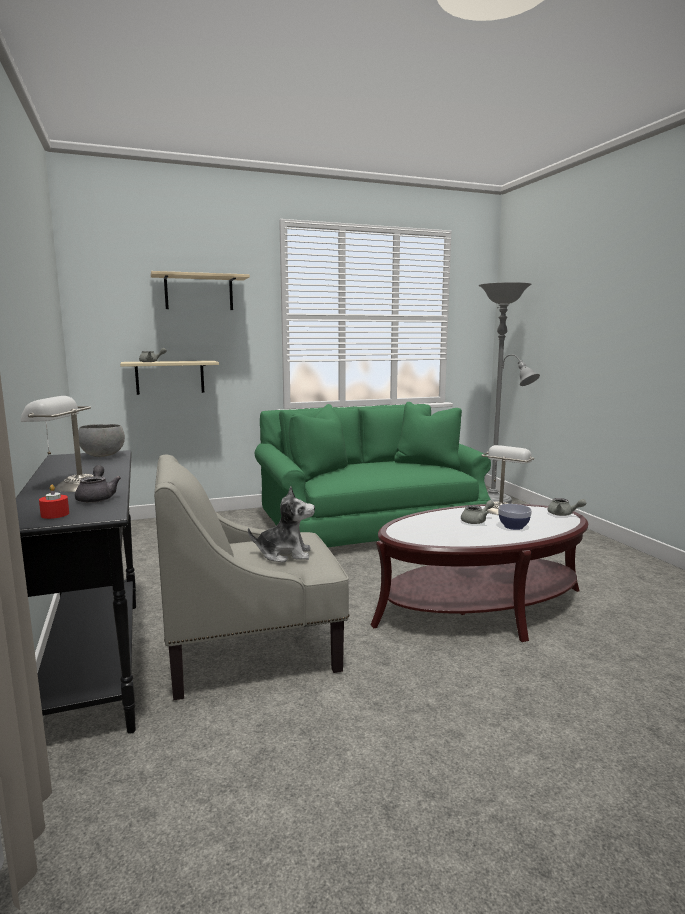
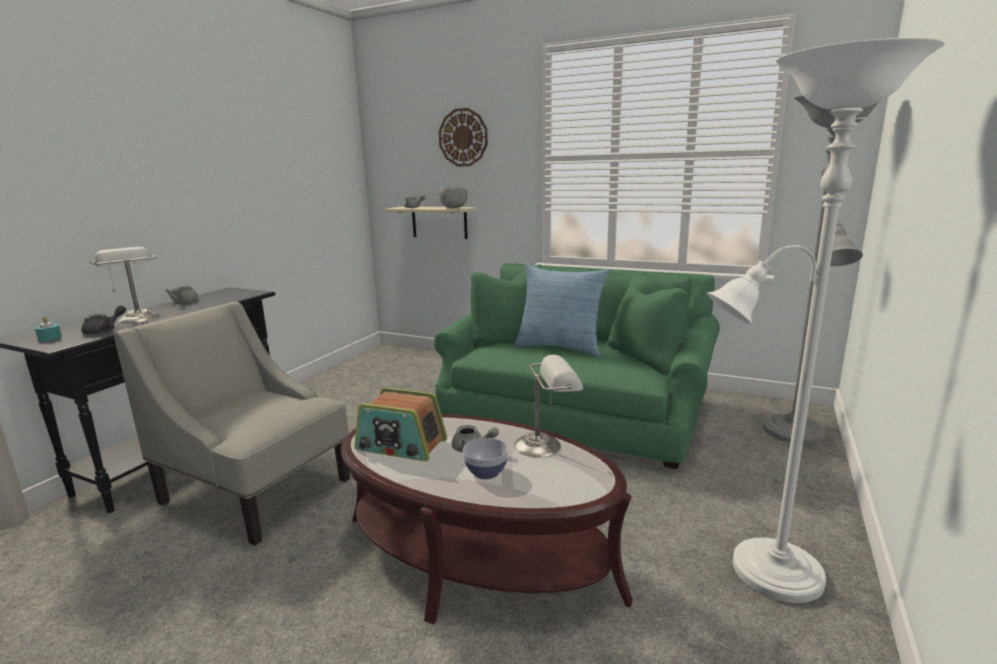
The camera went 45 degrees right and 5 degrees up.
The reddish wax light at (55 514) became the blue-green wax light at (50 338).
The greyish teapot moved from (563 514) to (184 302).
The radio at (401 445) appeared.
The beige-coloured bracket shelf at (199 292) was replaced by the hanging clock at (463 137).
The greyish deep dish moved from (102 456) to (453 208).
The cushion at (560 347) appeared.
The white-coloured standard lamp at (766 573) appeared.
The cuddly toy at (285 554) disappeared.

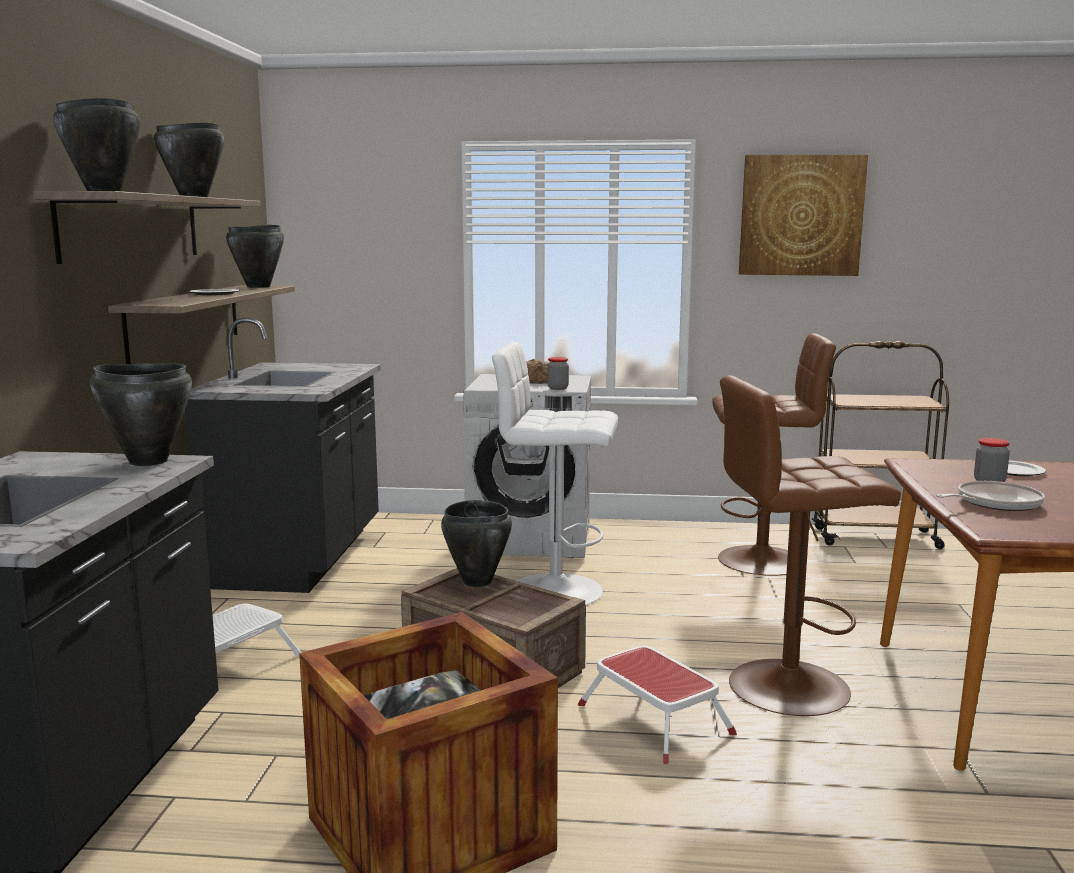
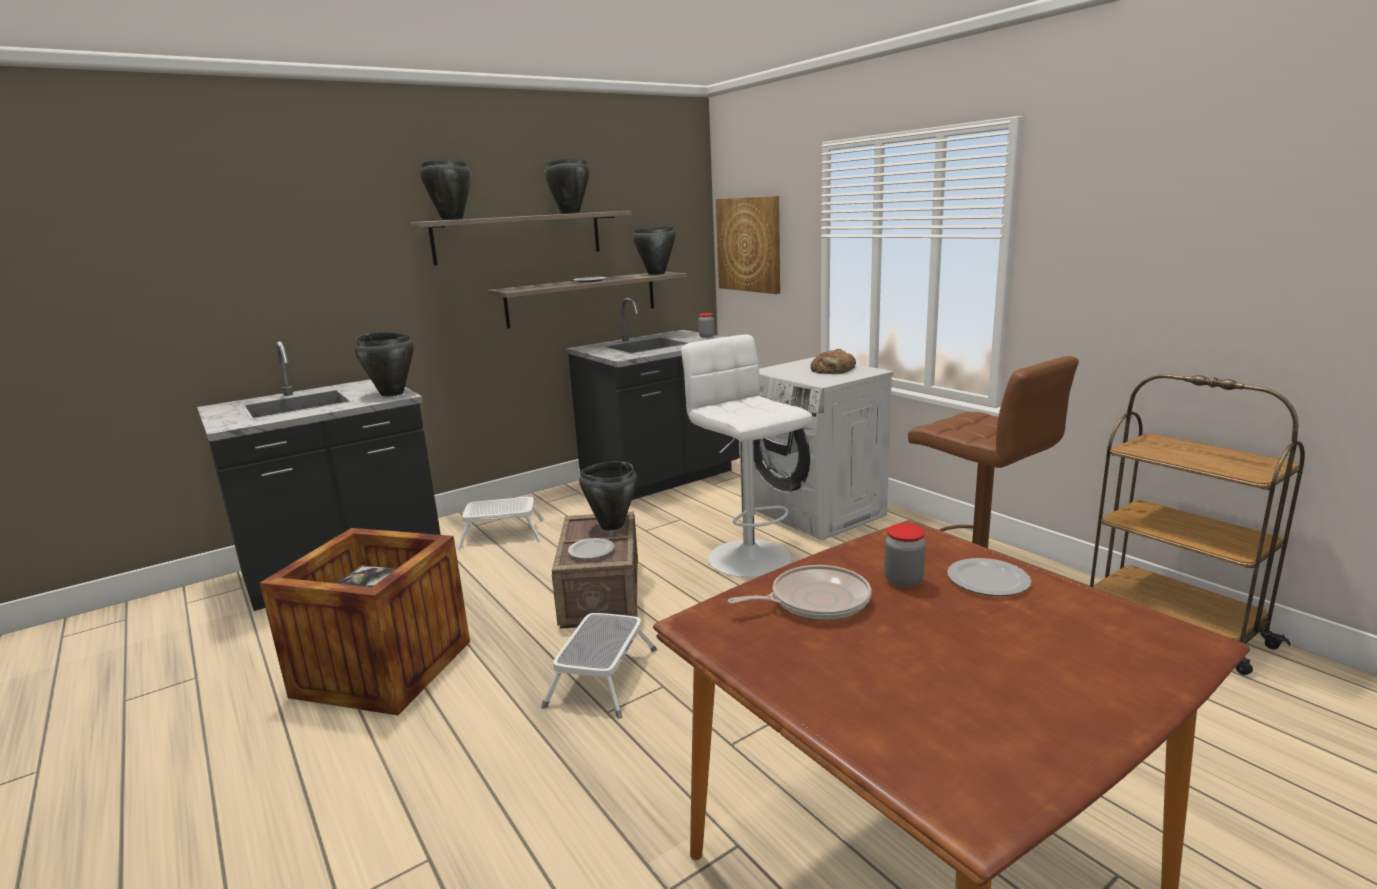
The camera went 50 degrees right and 5 degrees up.
The reddish step stool at (655 718) became the greyish step stool at (603 677).
The plate at (592 550) appeared.
The storage jar moved from (557 388) to (706 336).
The wall art moved from (801 215) to (749 244).
The frying pan at (994 503) turned 45 degrees counterclockwise.
The brown-coloured sitting stool at (787 686) disappeared.

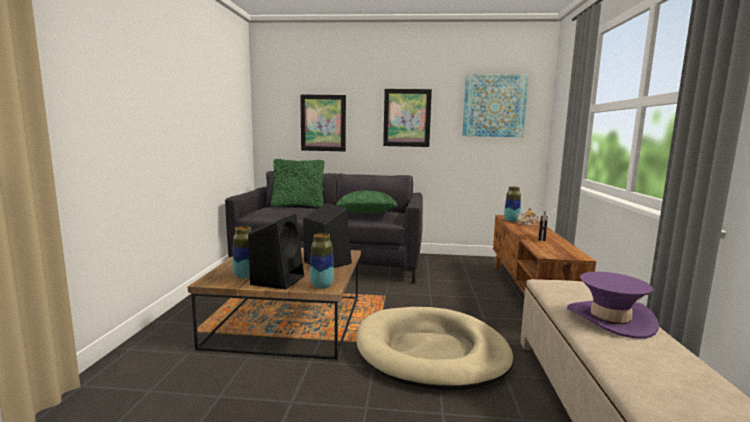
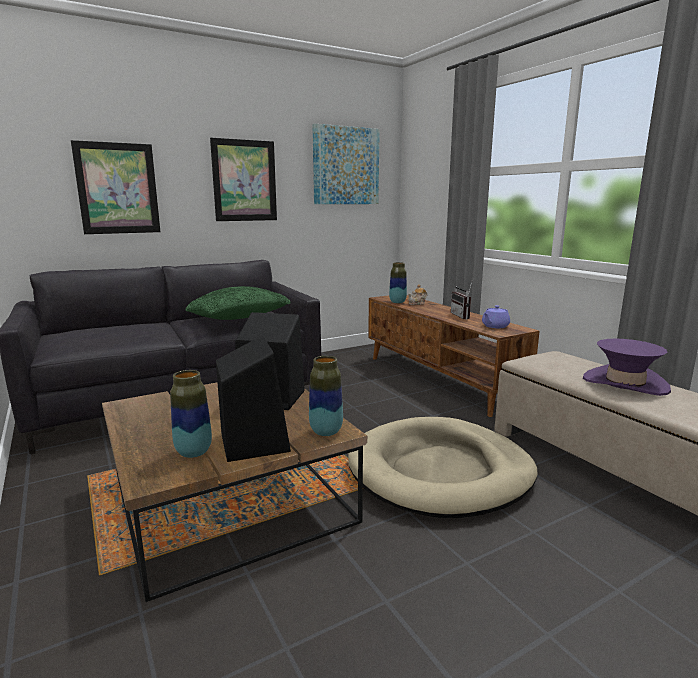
The camera went 35 degrees left and 5 degrees up.
The purplish teapot at (494 326) appeared.
The greenish cushion at (298 205) disappeared.

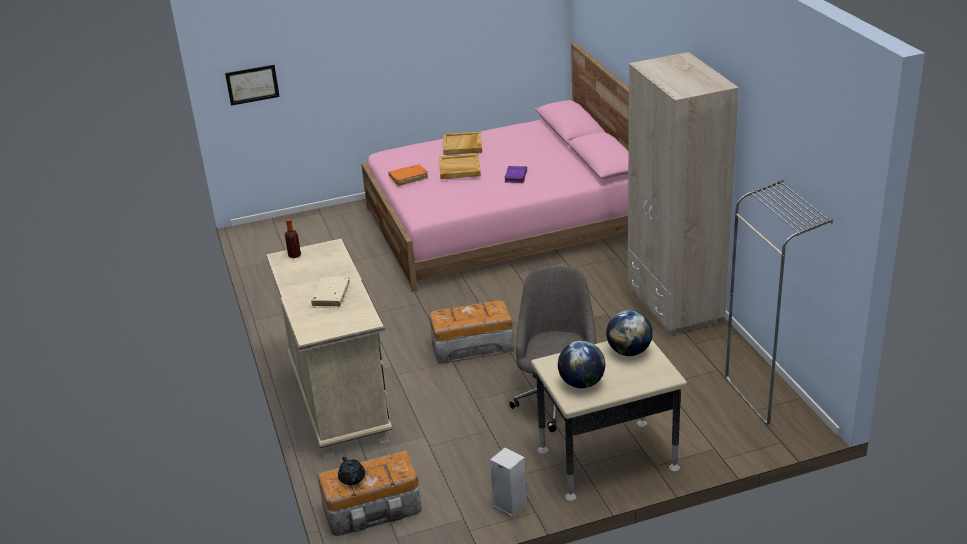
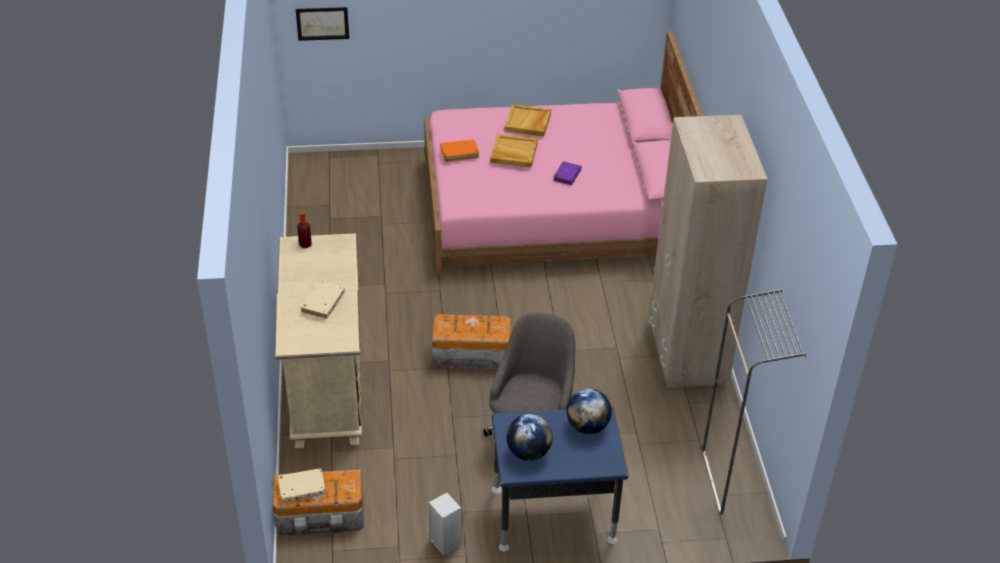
The camera went 10 degrees right and 10 degrees up.
The black teapot at (352 479) was replaced by the beige-coloured book at (302 489).
The beige-coloured desk table at (607 459) became the blue-coloured desk table at (553 515).

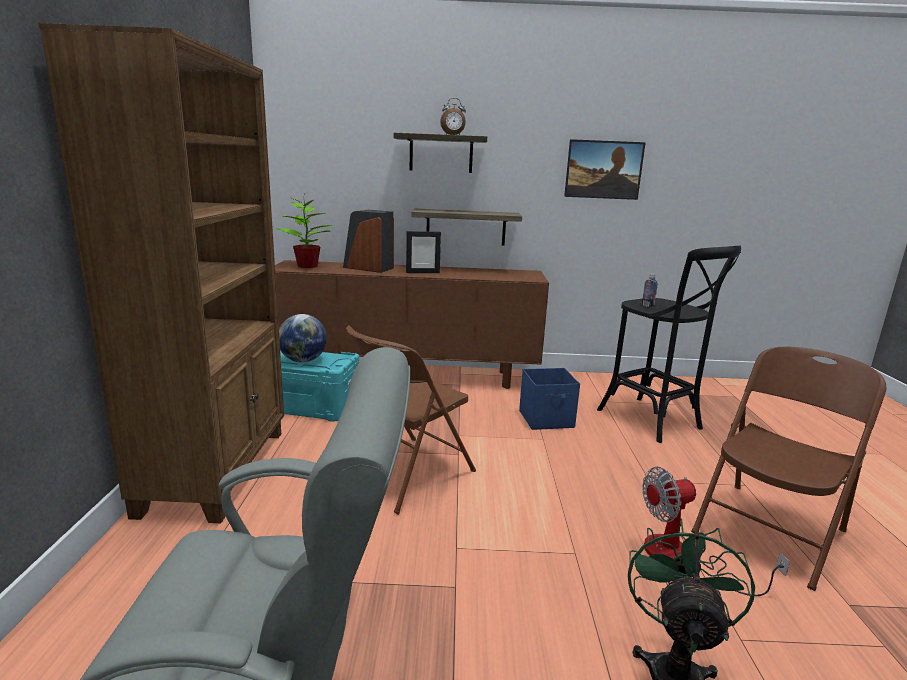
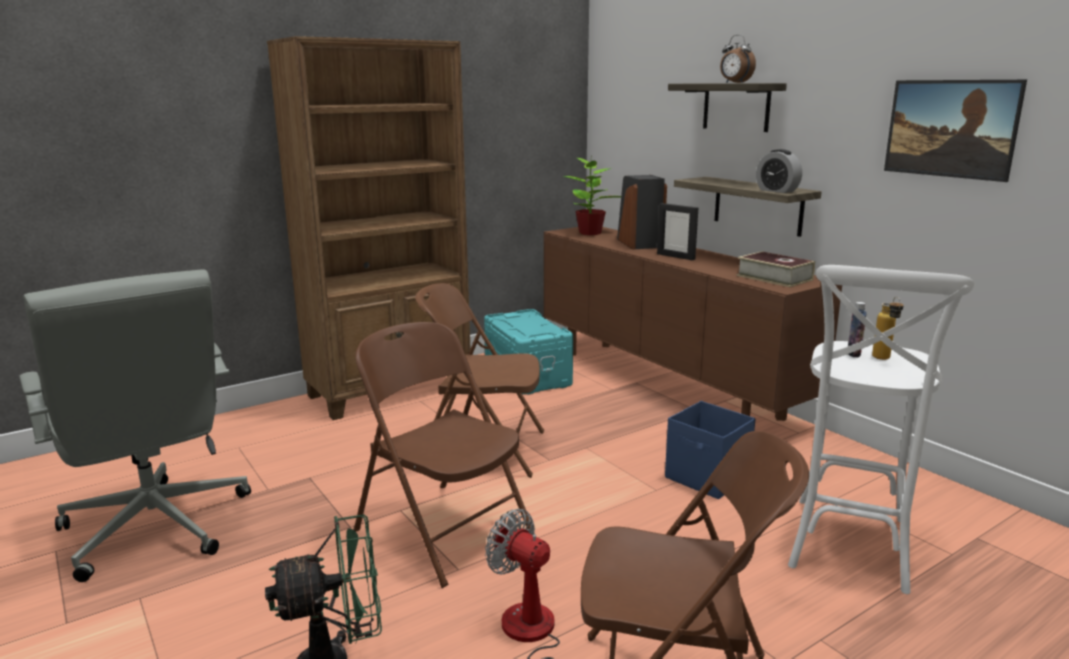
The camera went 55 degrees right and 0 degrees up.
The brown-coloured upright chair at (444 531) appeared.
The book at (774 277) appeared.
The bedside clock at (777 190) appeared.
The black sitting stool at (652 421) became the white-coloured sitting stool at (848 547).
The beverage bottle at (884 359) appeared.
The globe at (303 361) disappeared.

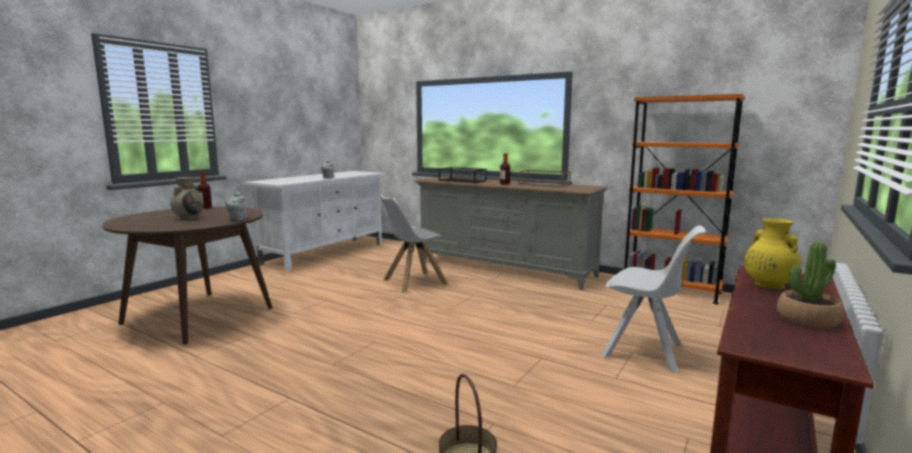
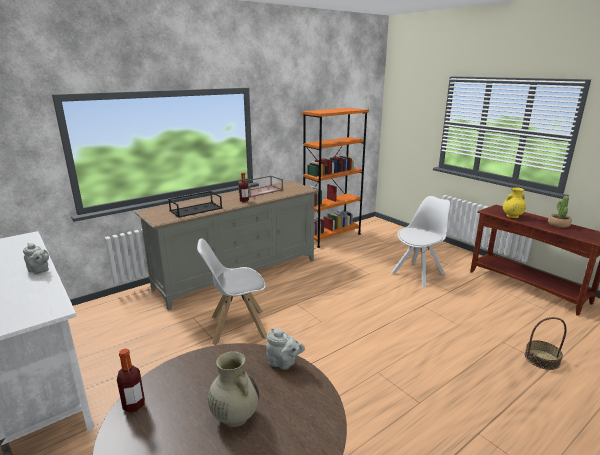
The camera went 70 degrees left and 10 degrees up.
The upright chair at (413 282) turned 90 degrees clockwise.

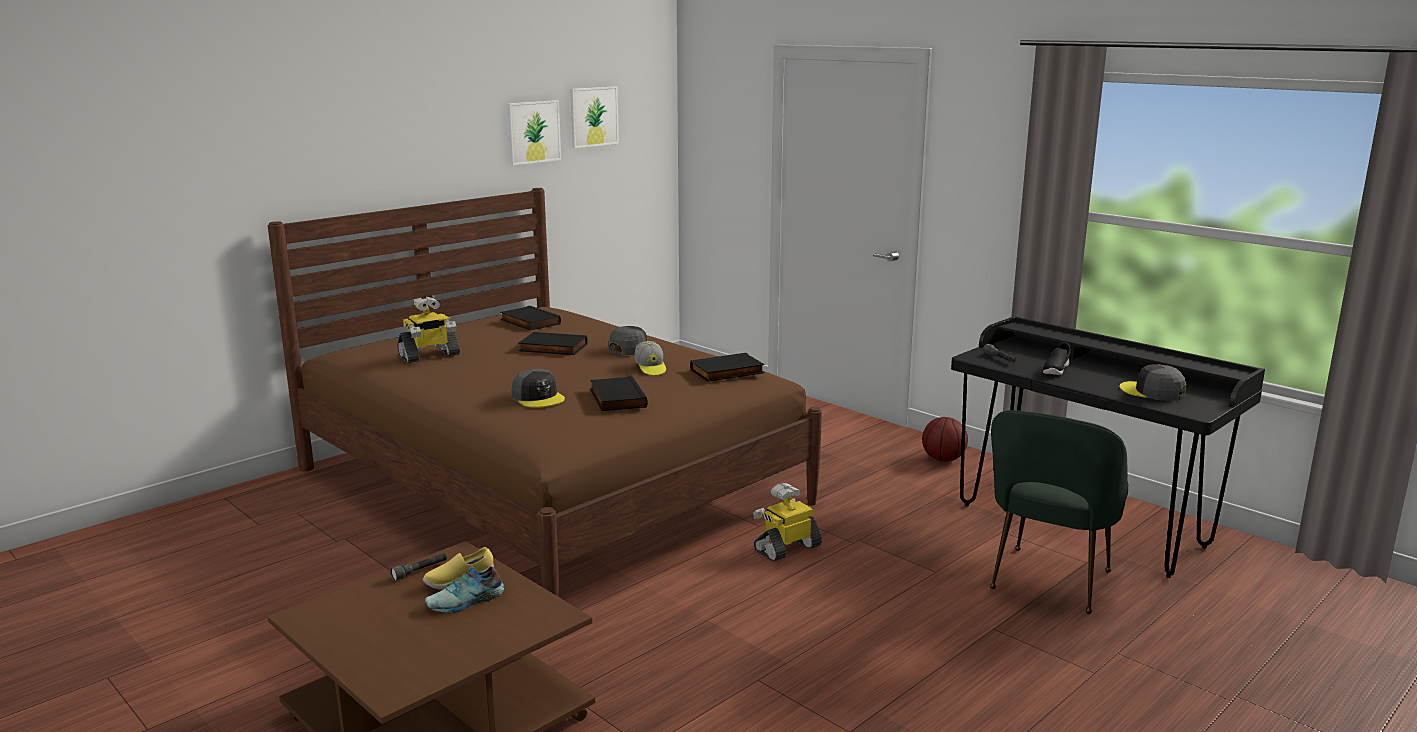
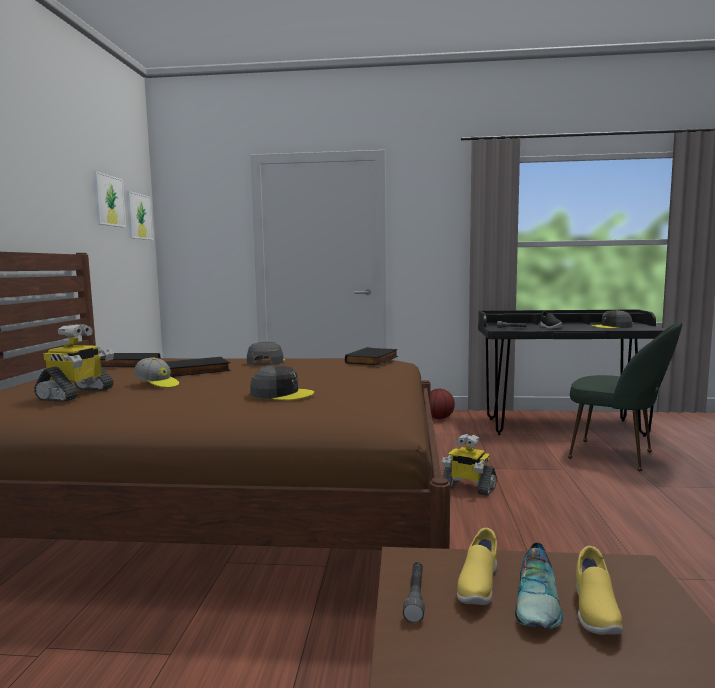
The camera went 40 degrees left and 10 degrees down.
The wall art moved from (533 132) to (139 216).
The peaked cap moved from (650 368) to (157 384).
The toy robot at (787 548) turned 75 degrees counterclockwise.
The greenish upright chair at (1047 585) turned 45 degrees counterclockwise.
The yellow item of footwear at (594 611) appeared.
The black book at (616 398) disappeared.

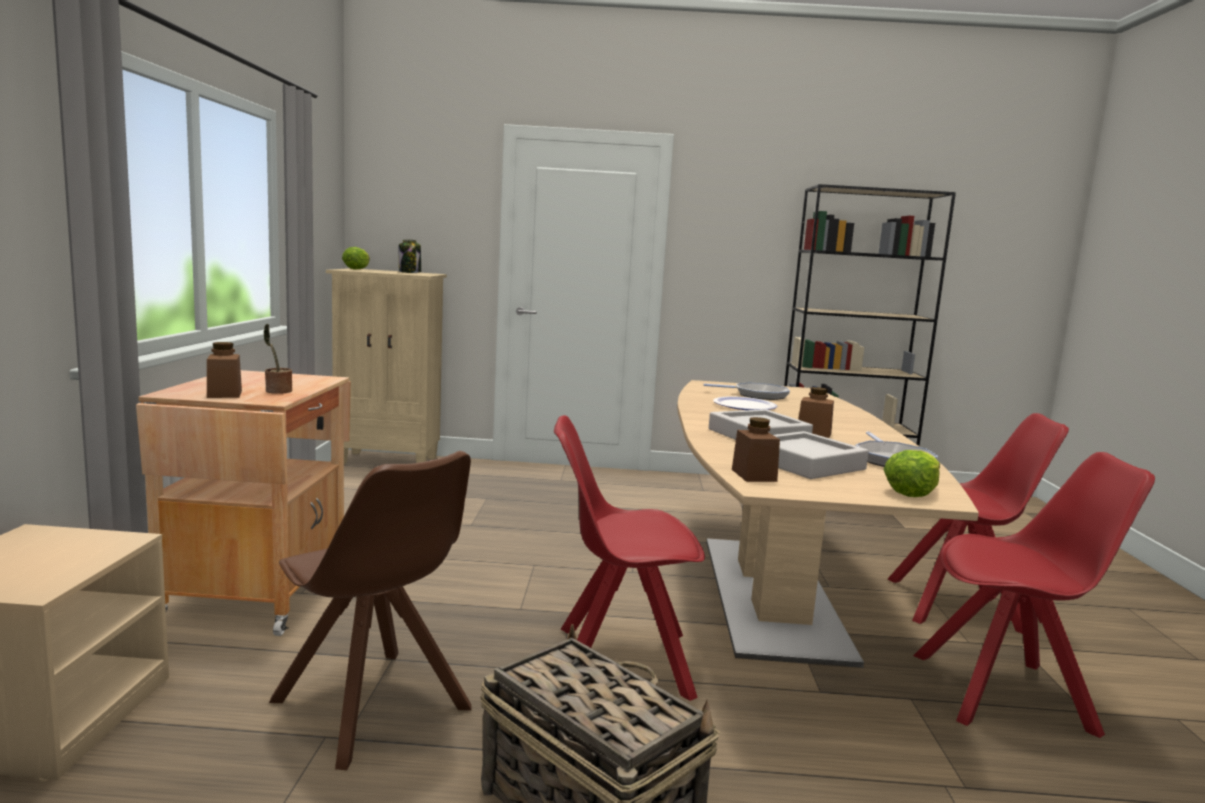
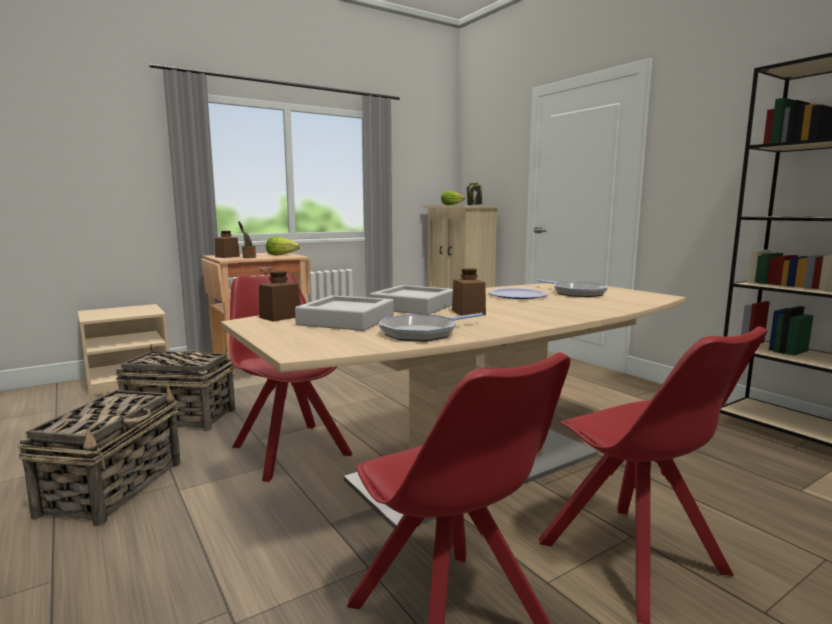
The camera went 55 degrees right and 0 degrees up.
The brown-coloured upright chair at (373 708) was replaced by the storage basket at (180 417).
The lettuce moved from (911 492) to (282 255).

